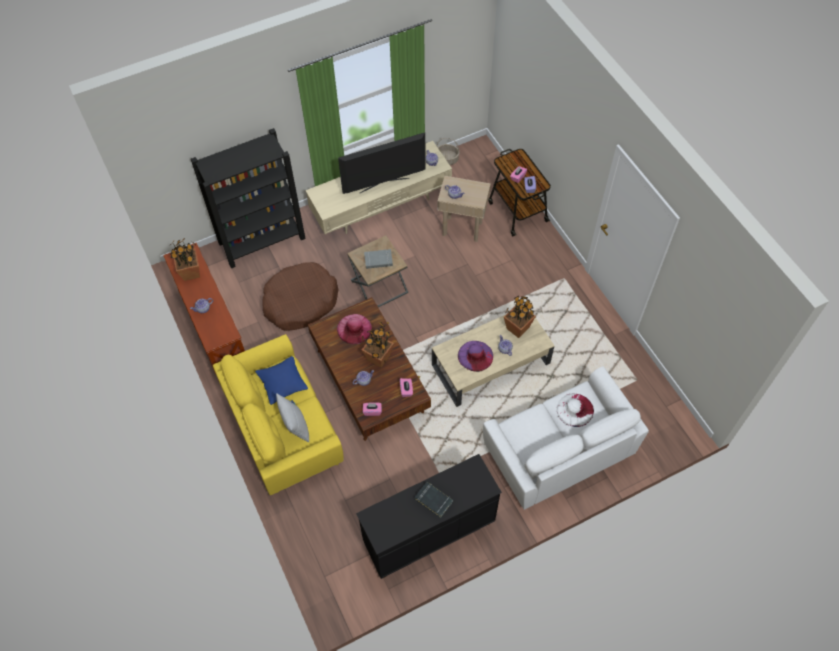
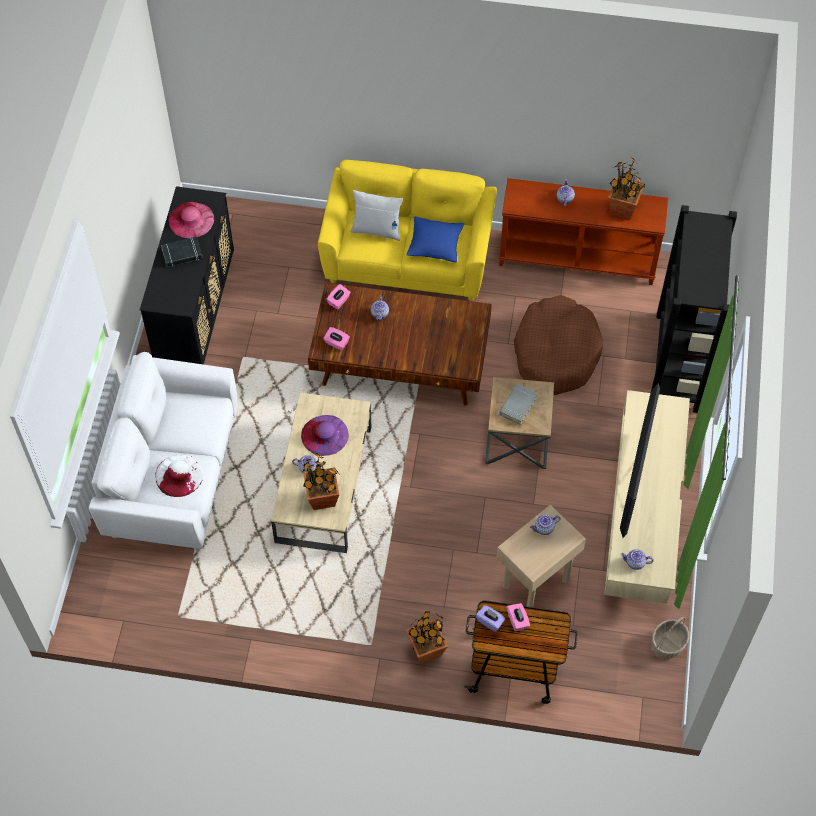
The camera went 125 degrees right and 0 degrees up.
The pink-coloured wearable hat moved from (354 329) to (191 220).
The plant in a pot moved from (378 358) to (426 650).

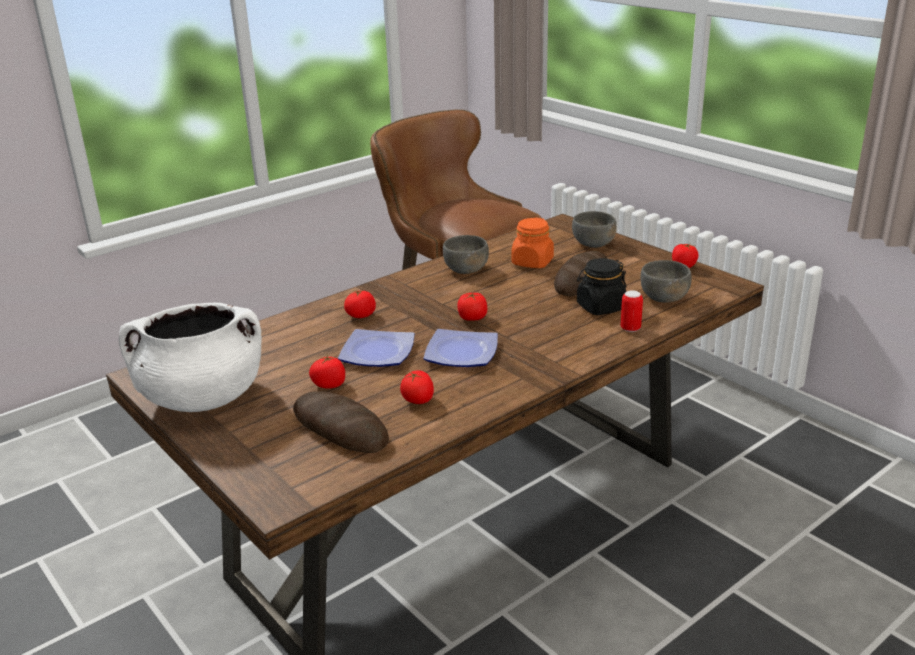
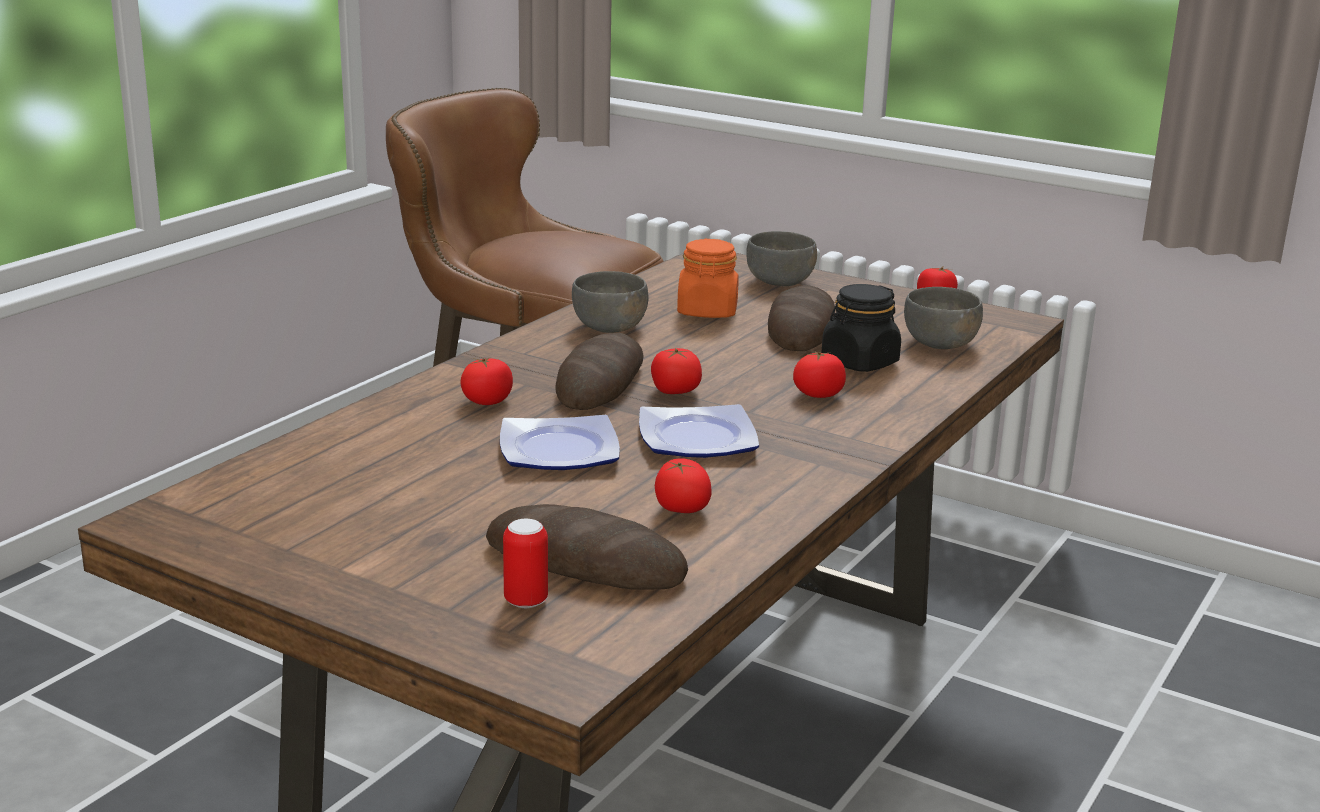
The camera went 20 degrees left and 5 degrees down.
The can moved from (630 329) to (526 601).
The bakery bread at (600 382) appeared.
The whole tomato moved from (329 384) to (818 394).
The white-coloured stockpot at (202 398) disappeared.

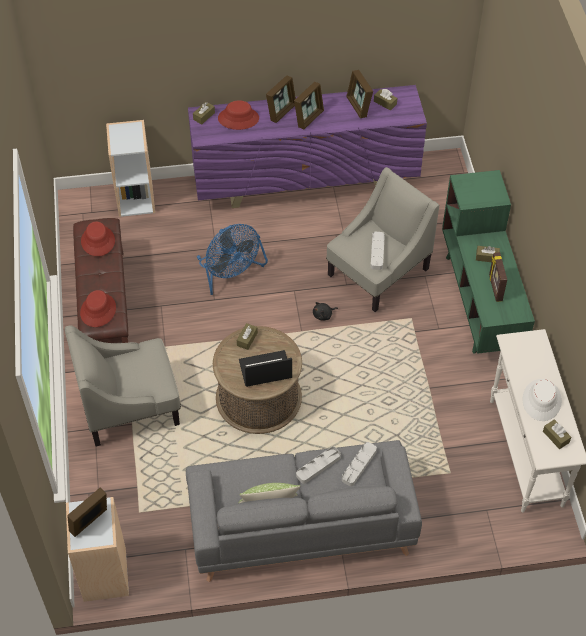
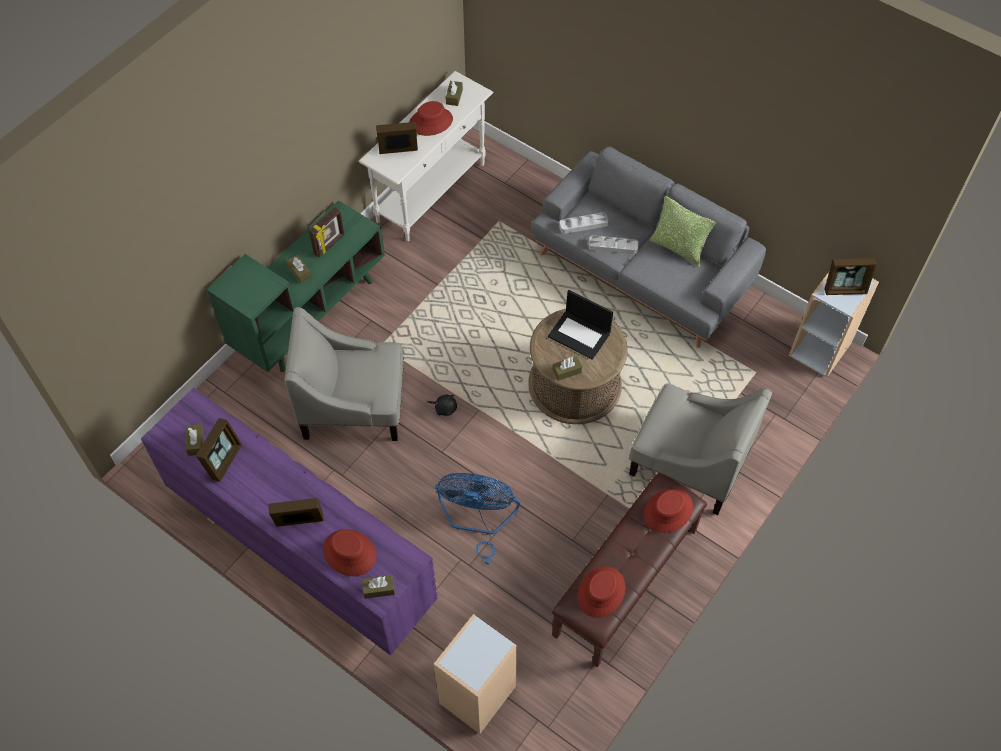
The camera went 135 degrees left and 5 degrees up.
The photo frame moved from (309 118) to (398 151).
The white-coloured wearable hat at (542 400) became the reddish wearable hat at (430 122).
The greyish tray at (377 252) disappeared.

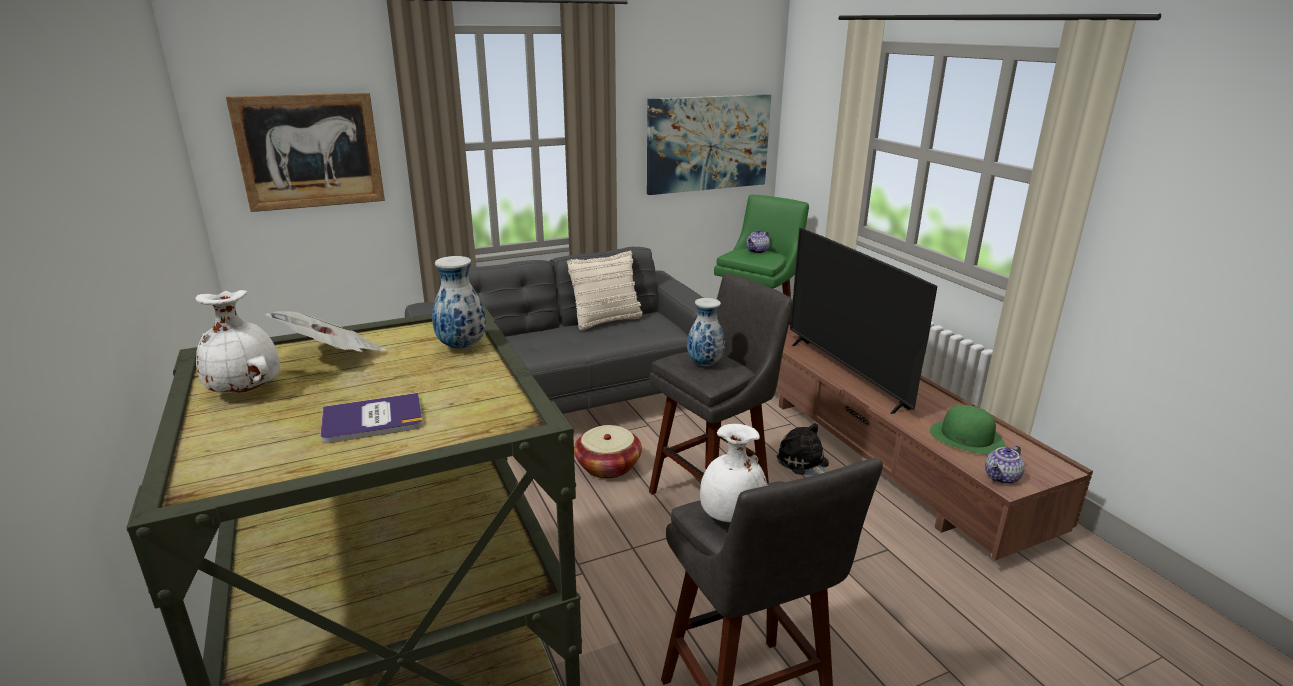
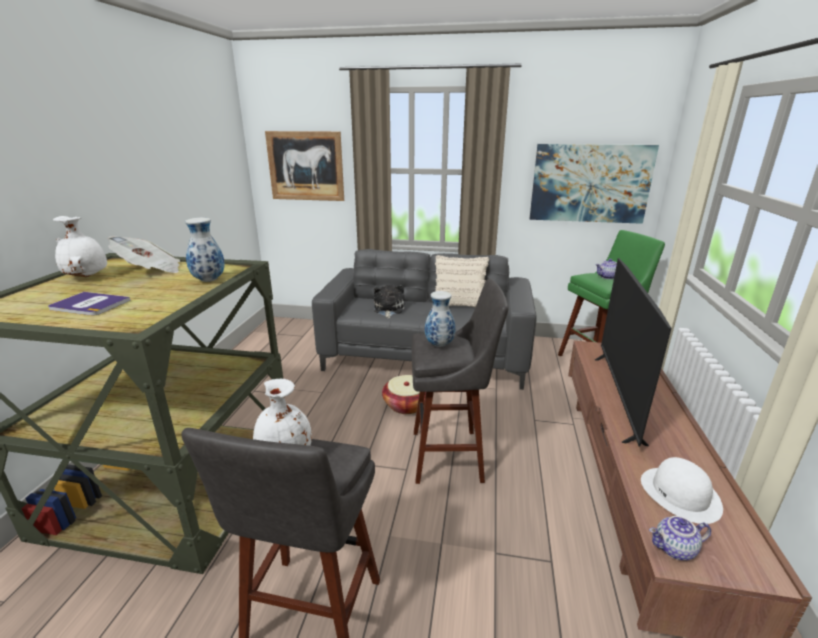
The camera went 35 degrees right and 0 degrees up.
The cuddly toy moved from (804 463) to (388 309).
The greenish wearable hat at (967 437) became the white-coloured wearable hat at (680 494).

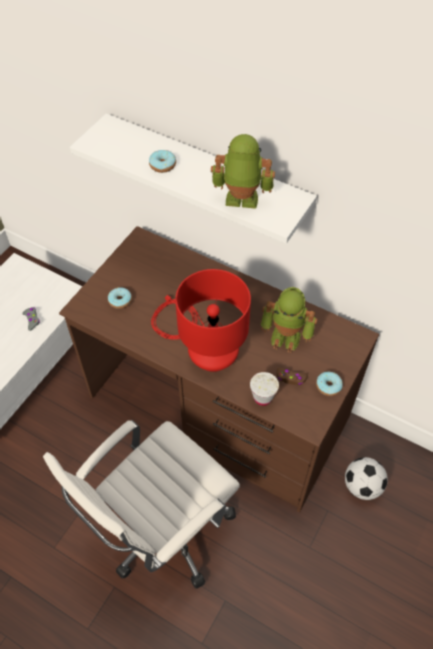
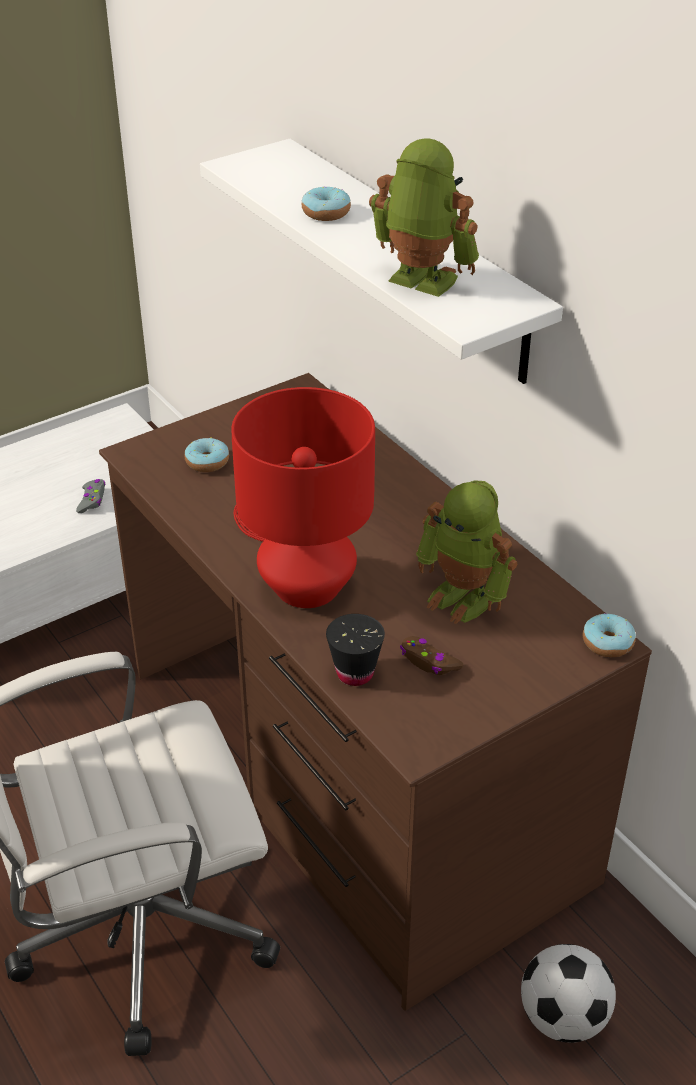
The camera went 25 degrees right and 15 degrees down.
The white-coloured drinking cup at (262 398) became the black drinking cup at (355 673).
The ring doughnut moved from (328 386) to (607 643).

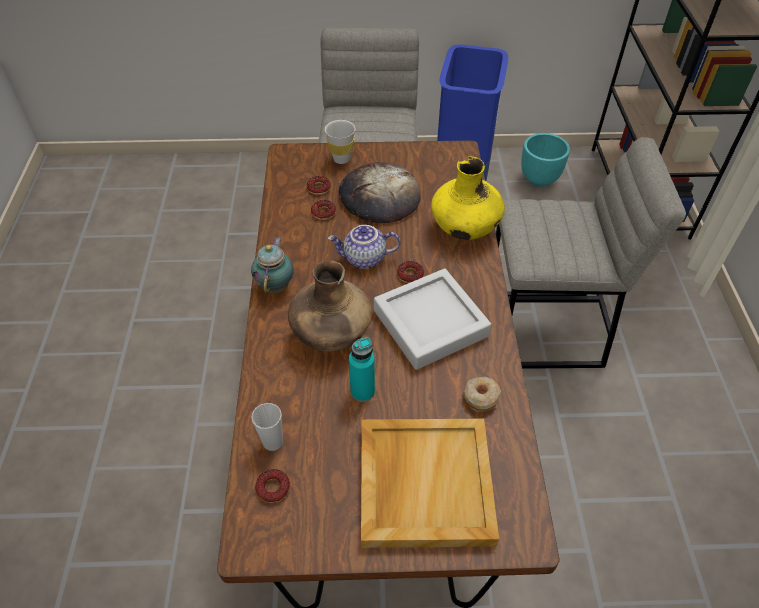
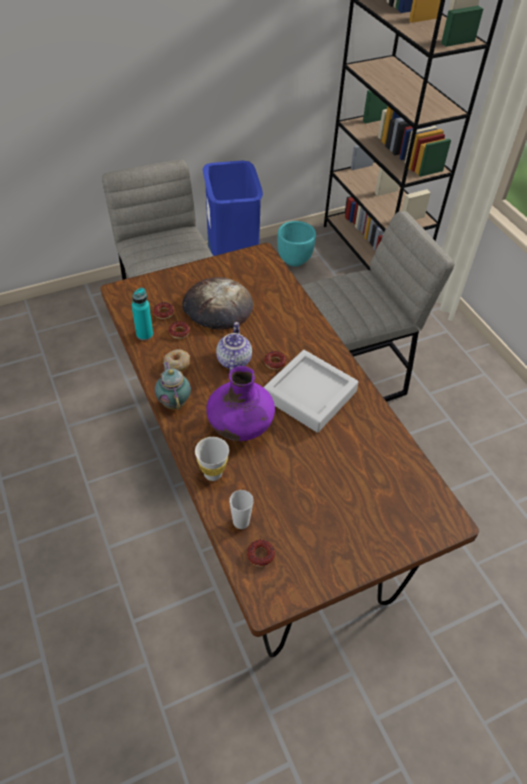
The camera went 25 degrees left and 0 degrees up.
The blue-green beverage bottle moved from (362 391) to (144 334).
The ring doughnut moved from (480 397) to (177 364).
The white-coloured drinking cup moved from (341 159) to (213 473).
The brown-coloured vase at (331 335) became the purplish vase at (240 427).
The teapot at (364 259) turned 120 degrees clockwise.
The beige-coloured tray at (423 482) disappeared.
The yellow vase at (465 228) disappeared.

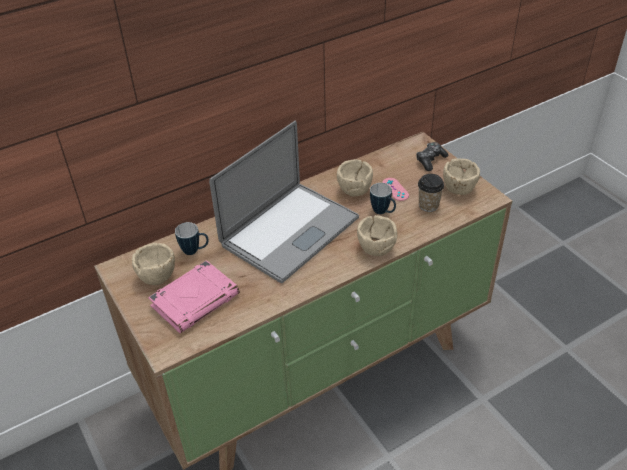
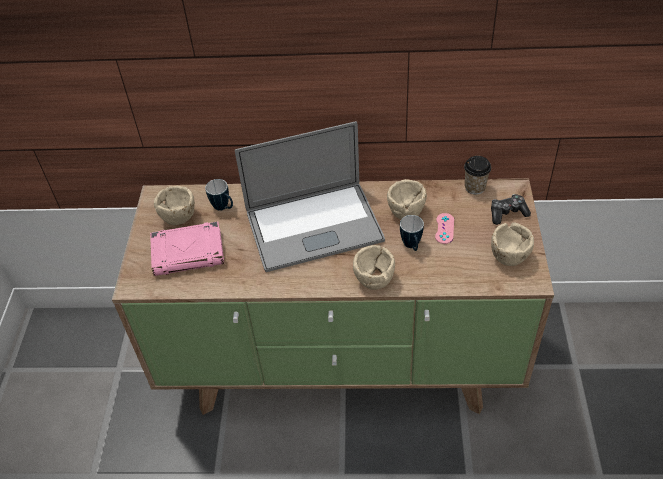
The camera went 35 degrees right and 5 degrees up.
The drinking cup moved from (428 205) to (475 187).

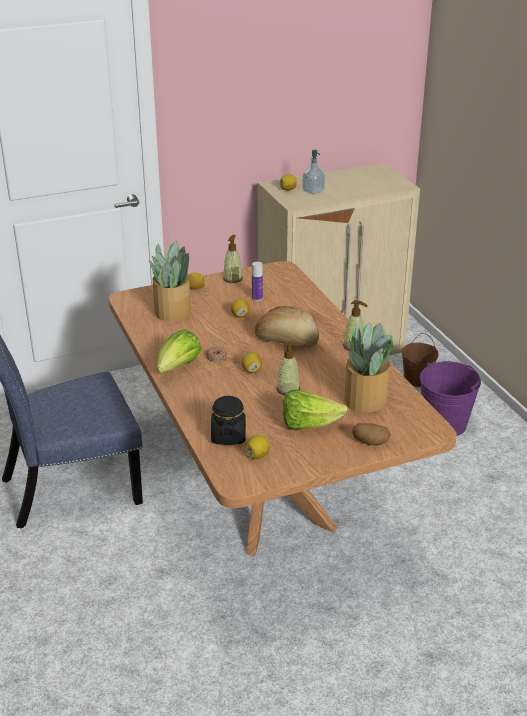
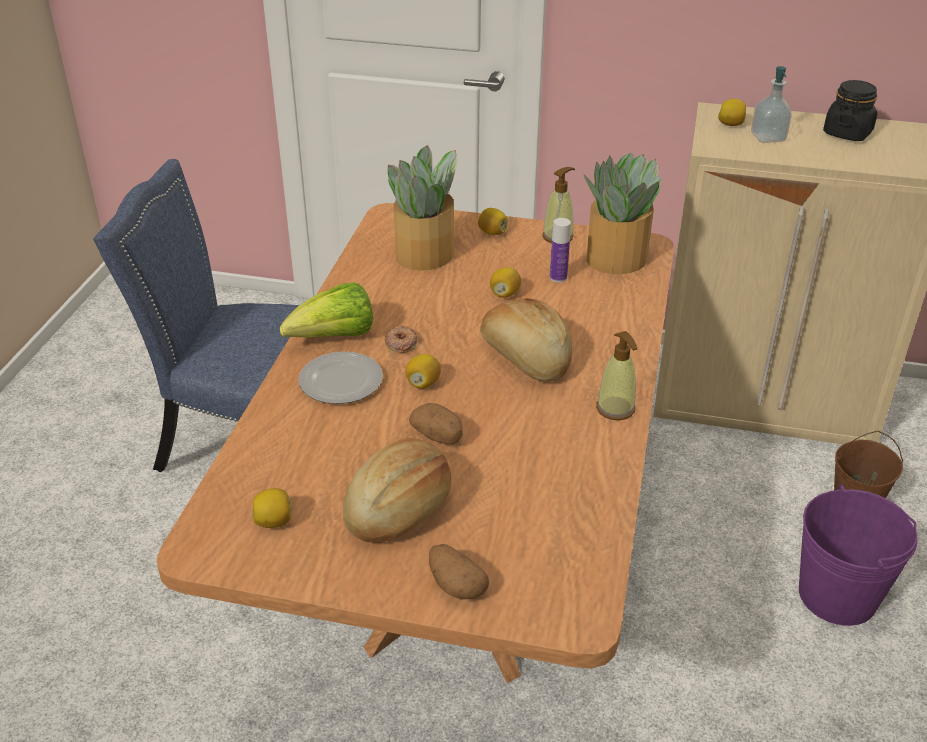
The camera went 35 degrees right and 5 degrees up.
The plate at (340 381) appeared.
The lettuce at (309 425) was replaced by the bakery bread at (400 508).
The soap bottle at (288 389) was replaced by the spud at (438 436).
The plant in a pot moved from (364 400) to (615 259).
The black storage jar moved from (228 436) to (847 133).

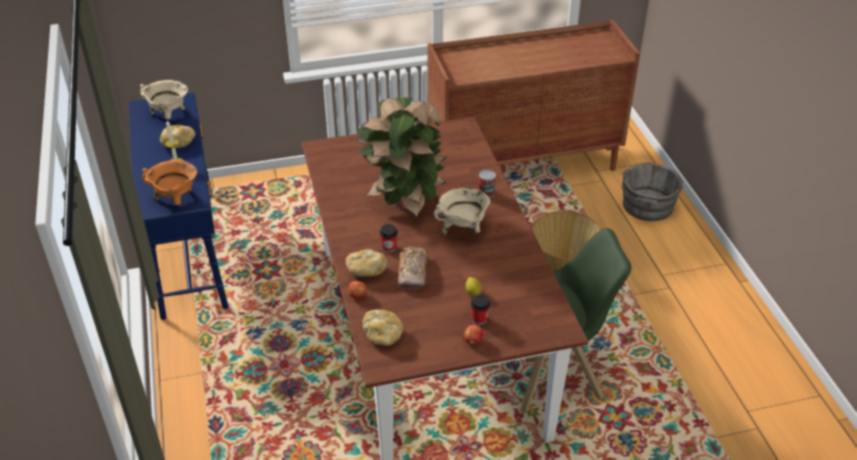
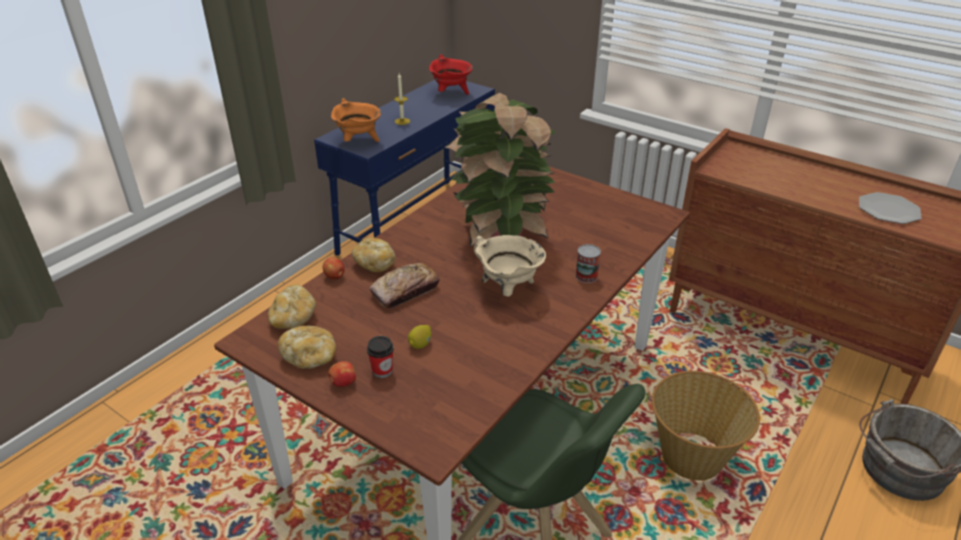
The camera went 50 degrees right and 5 degrees down.
The bakery bread moved from (178 143) to (310 357).
The beige-coloured stockpot at (169 116) became the reddish stockpot at (451 94).
The plate at (888 210) appeared.
The drinking cup at (389 248) disappeared.

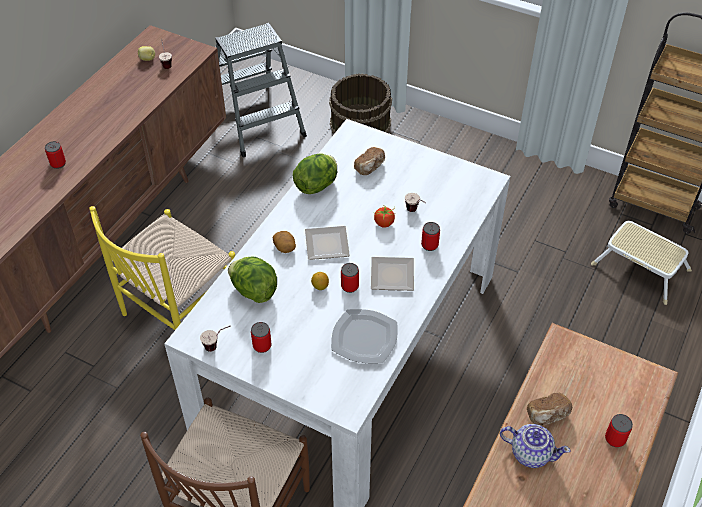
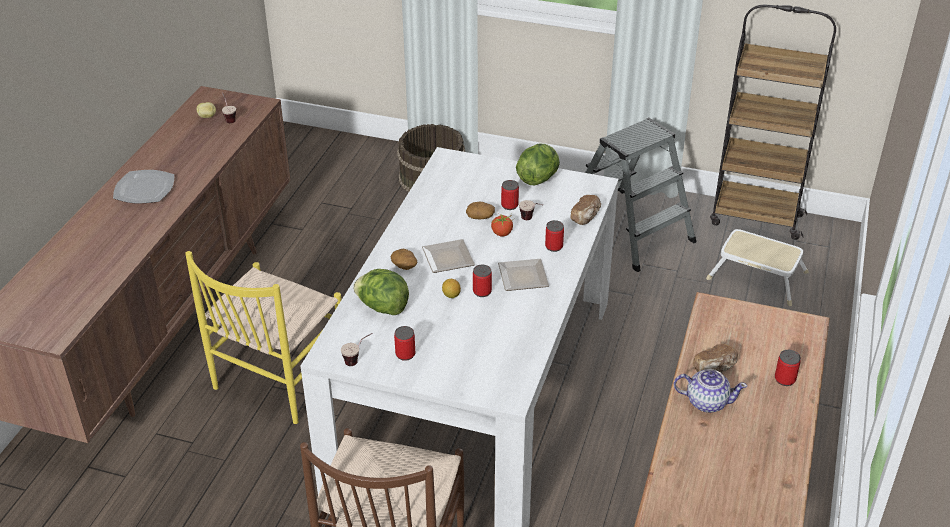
The camera went 10 degrees left and 10 degrees down.
The plate moved from (363 338) to (144 189).
The spud at (480 216) appeared.
The can moved from (58 163) to (509 205).
The lettuce moved from (317 185) to (538 178).
The bakery bread moved from (370 167) to (586 217).
The greyish step stool moved from (256 117) to (628 229).

